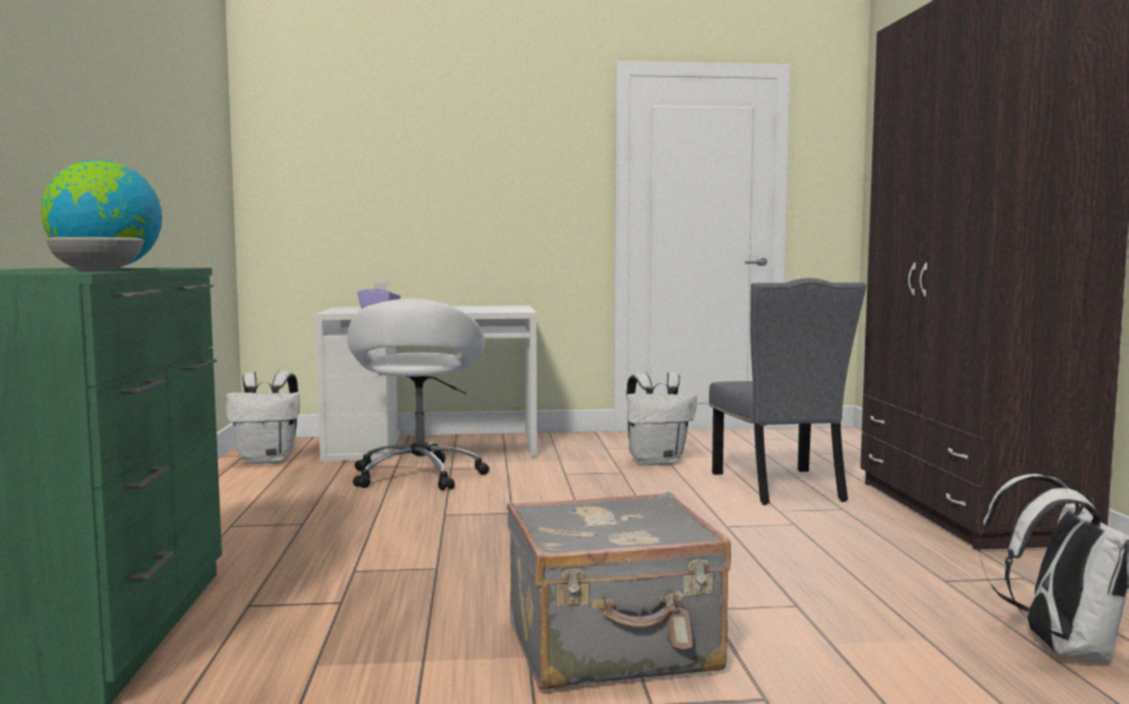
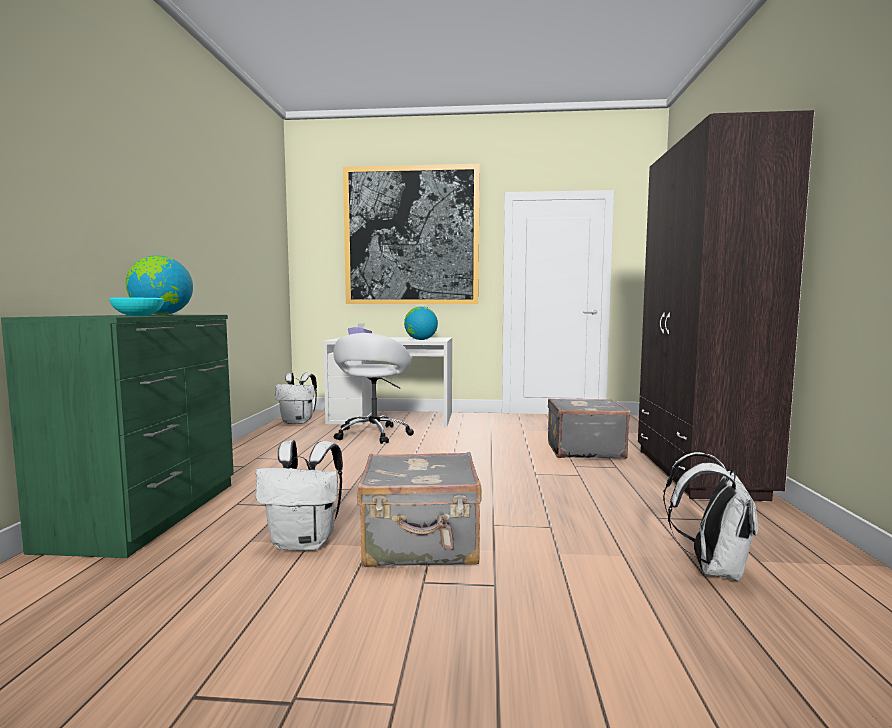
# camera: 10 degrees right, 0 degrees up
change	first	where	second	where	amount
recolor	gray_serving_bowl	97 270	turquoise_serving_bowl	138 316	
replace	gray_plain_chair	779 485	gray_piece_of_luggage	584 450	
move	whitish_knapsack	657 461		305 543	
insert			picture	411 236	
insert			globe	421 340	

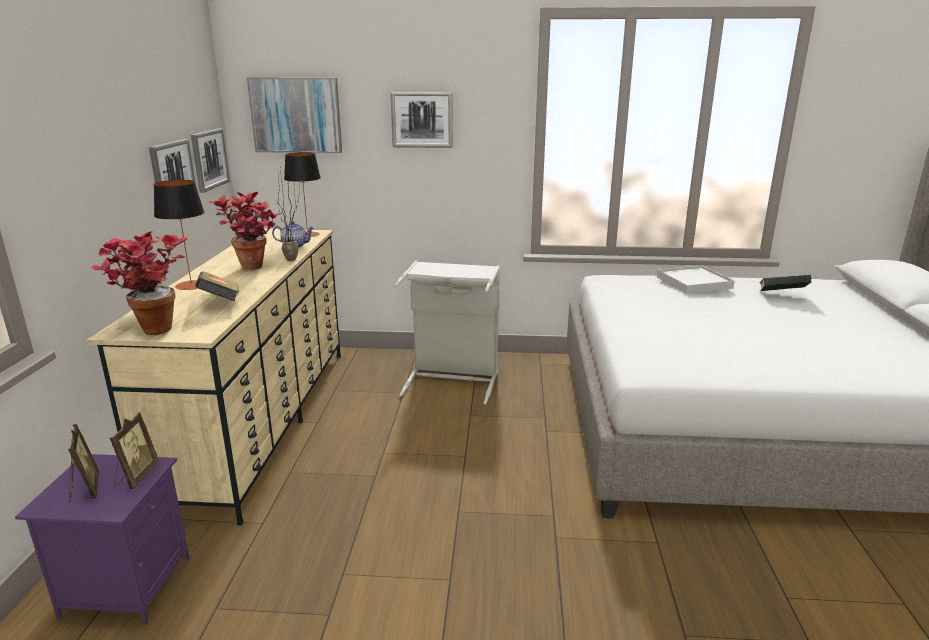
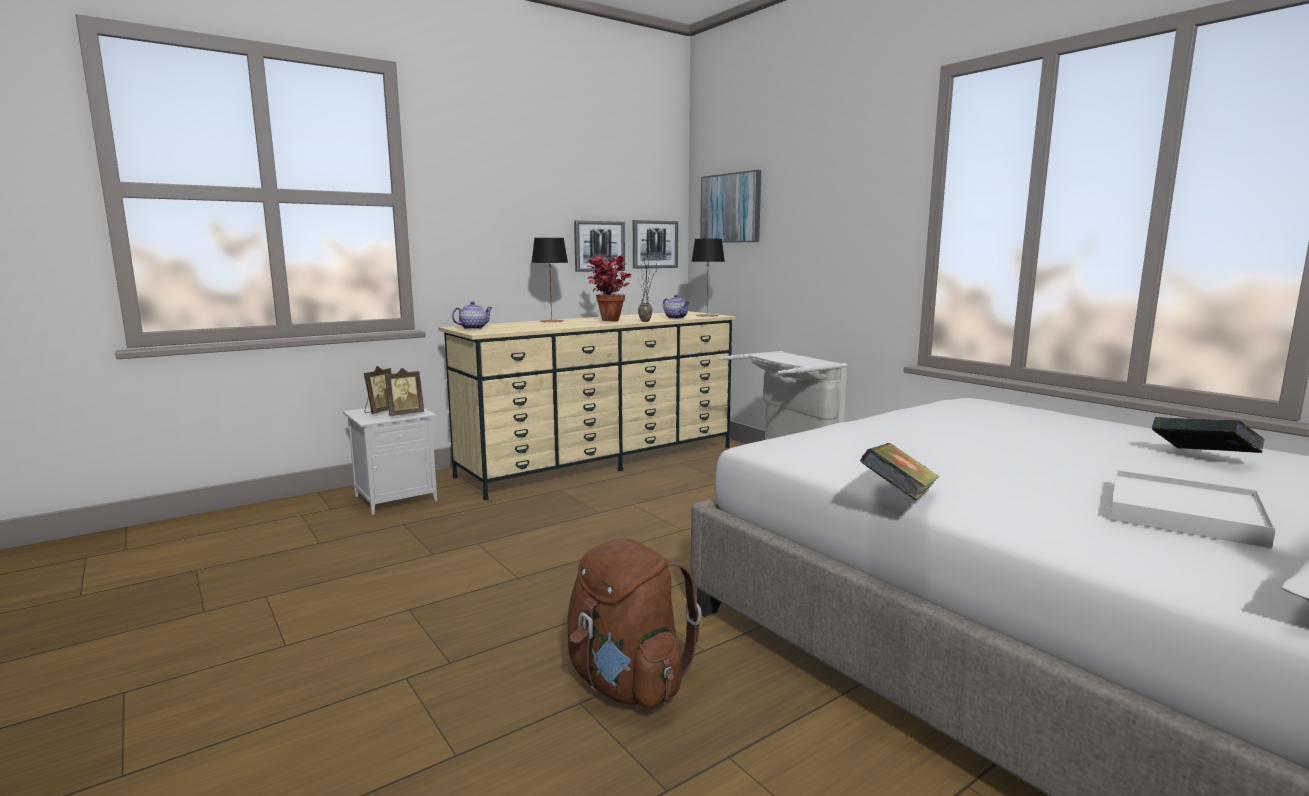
# camera: 50 degrees right, 10 degrees down
change	first	where	second	where	amount
delete	picture	422 120			
replace	plant_in_a_pot	152 328	tea_pot	473 328	
move	whitish_serving_tray	694 282		1184 514	
move	book	220 303		899 498	
recolor	purple_nightstand	126 585	gray_nightstand	397 498	
insert			brown-coloured_knapsack	626 683	

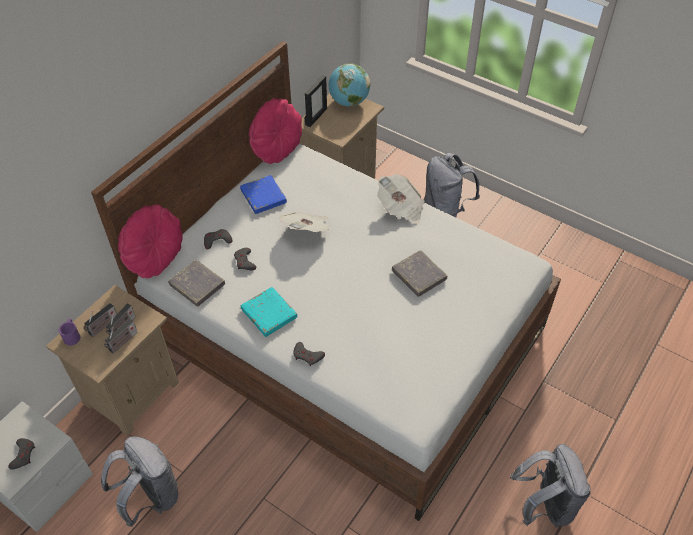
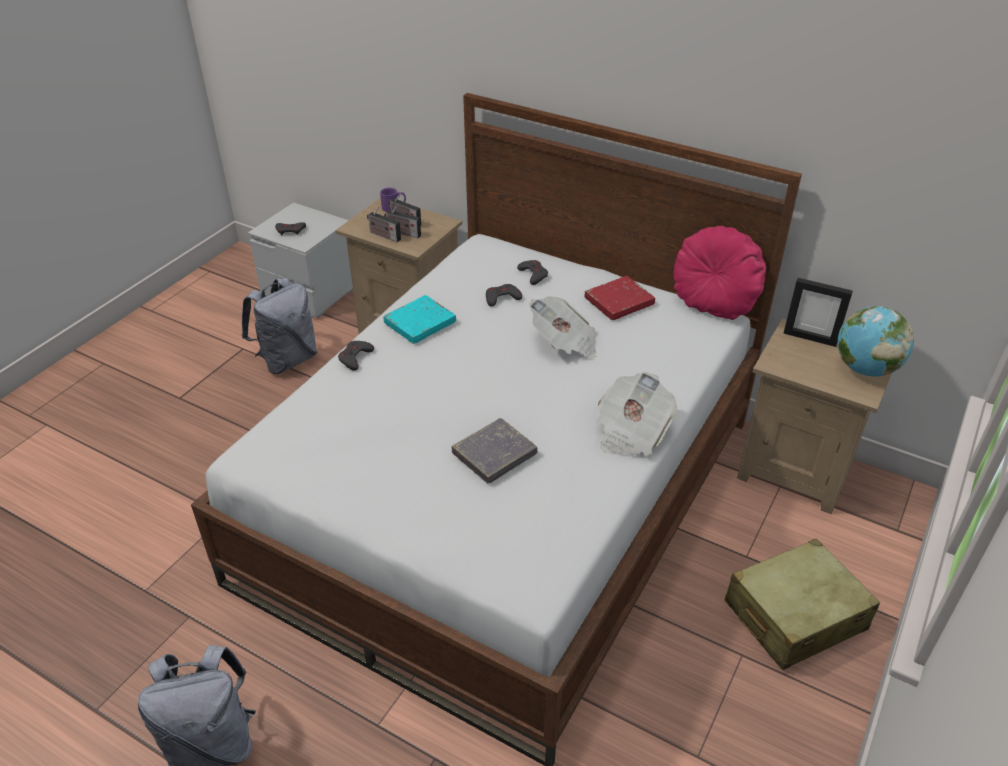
# camera: 85 degrees right, 10 degrees down
change	first	where	second	where	amount
replace	gray_knapsack	446 209	sand-coloured_piece_of_luggage	794 616	
recolor	blue_book	263 197	reddish_book	619 302	
delete	pink-coloured_pillow	156 261			
delete	gray_book	197 285			

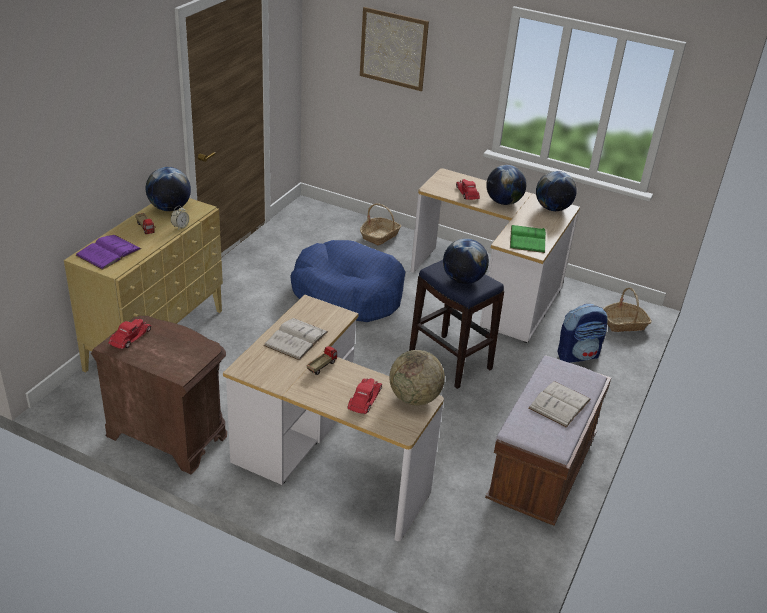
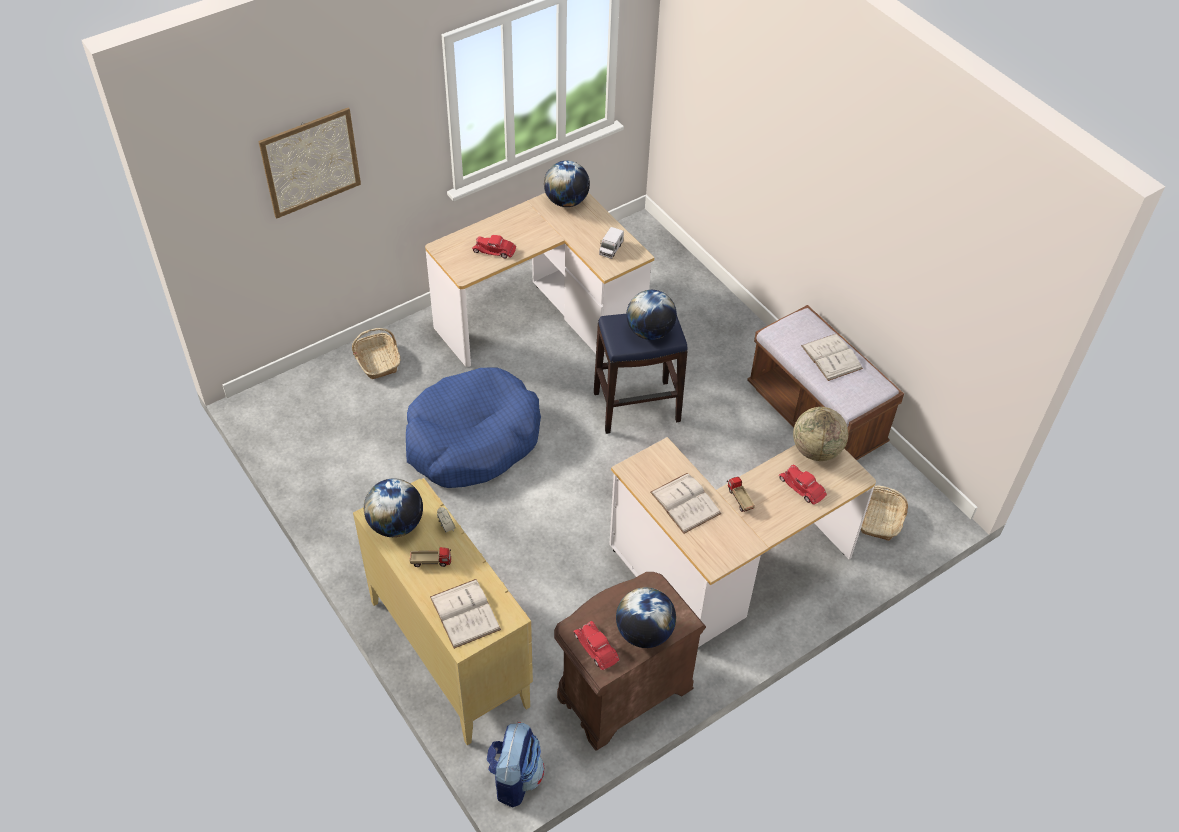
# camera: 60 degrees left, 15 degrees up
change	first	where	second	where	amount
move	globe	503 202		644 632	
replace	green-coloured_book	527 239	model_truck	610 248	
recolor	purple_book	108 252	whitish_book	465 613	
move	household_basket	624 324		879 519	
move	knapsack	578 355		514 777	

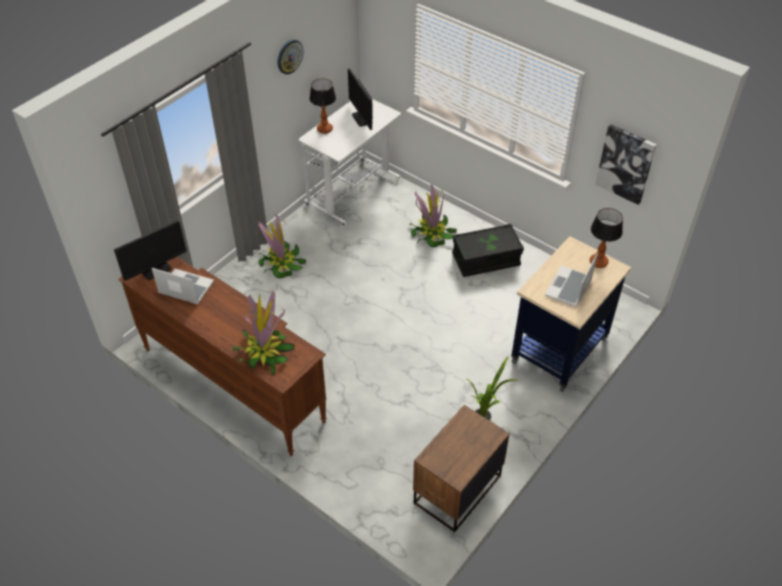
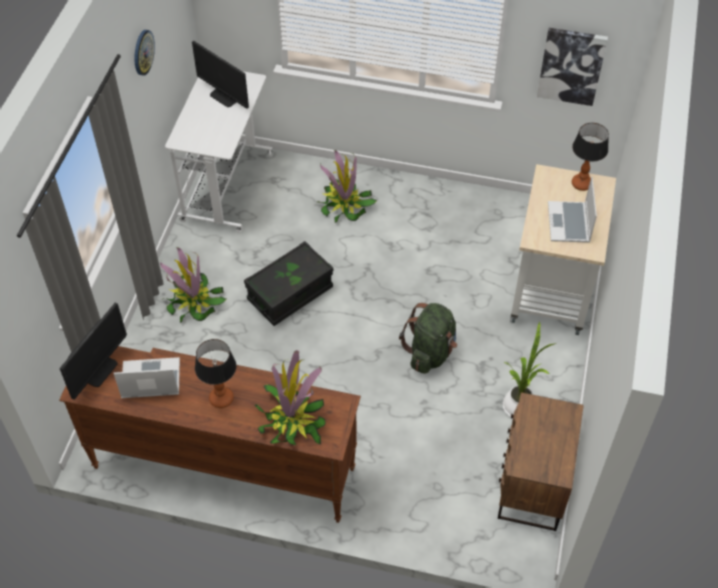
# camera: 25 degrees left, 5 degrees up
change	first	where	second	where	amount
move	tabletop_lamp	324 129		221 398	
move	black-coloured_storage_container	486 260		290 294	
recolor	blue_trolley	559 352	whitish_trolley	551 292	
insert			green-coloured_knapsack	430 352	

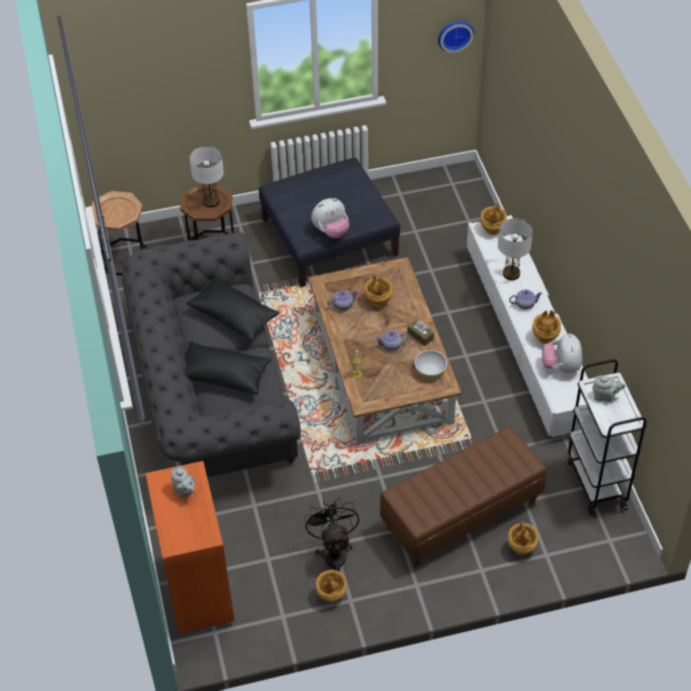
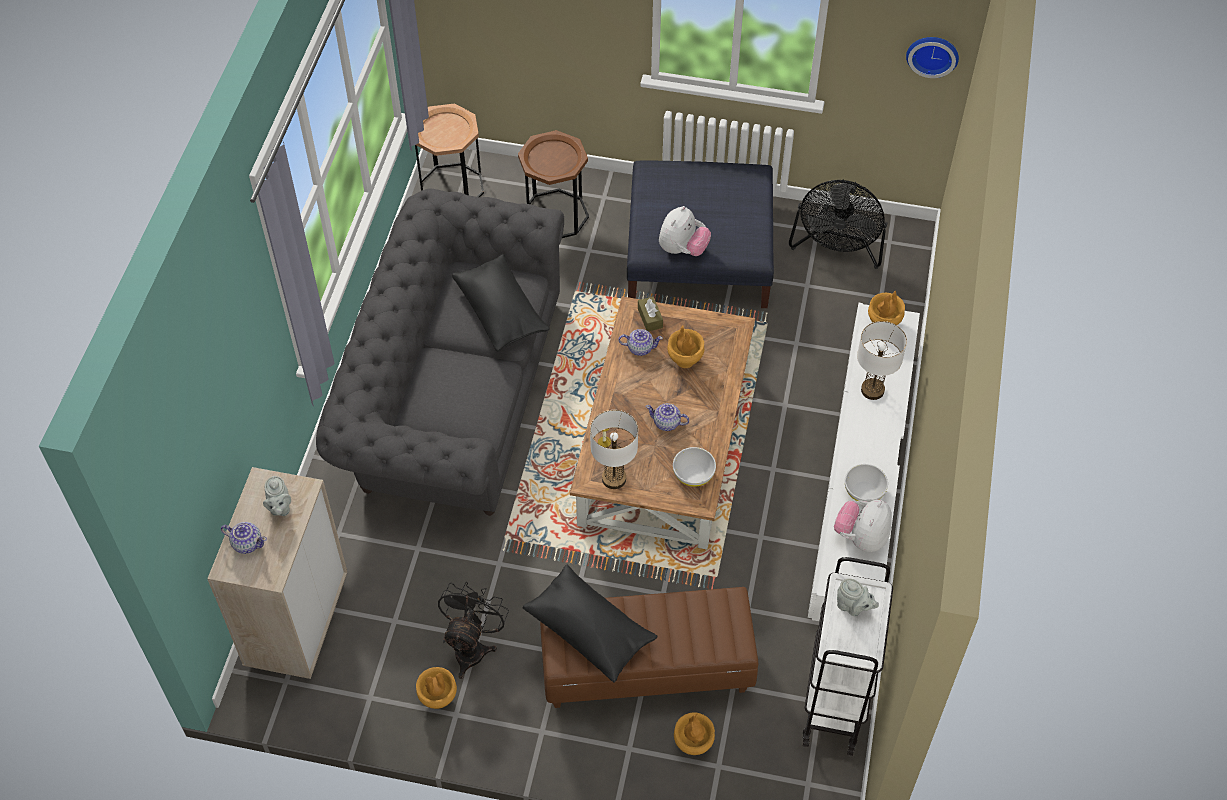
# camera: 25 degrees right, 5 degrees up
change	first	where	second	where	amount
move	tabletop_lamp	211 201		614 478	
rotate	cuddly_toy	331 231		682 249	60 degrees counterclockwise
move	tea_pot	524 304		247 543	
replace	brown-coloured_flower_vase	545 338	whitish_serving_bowl	864 491	
move	brown-coloured_tissue_holder	420 336		650 318	
move	black-coloured_pillow	223 376		589 630	
recolor	orange-coloured_storage_cabinet	197 589	sand-coloured_storage_cabinet	297 621	
insert			black-coloured_cooling_fan	834 244	

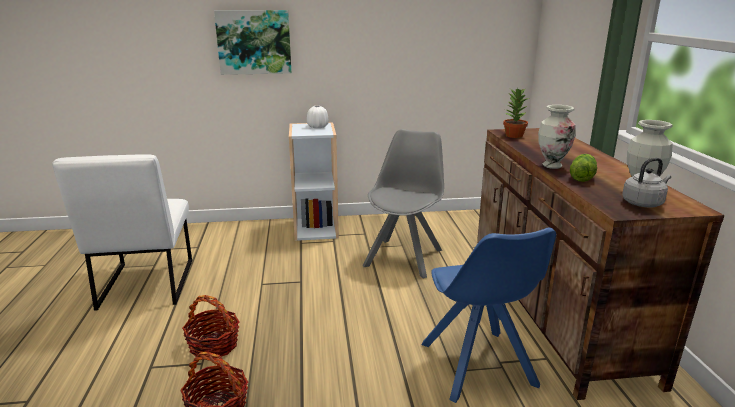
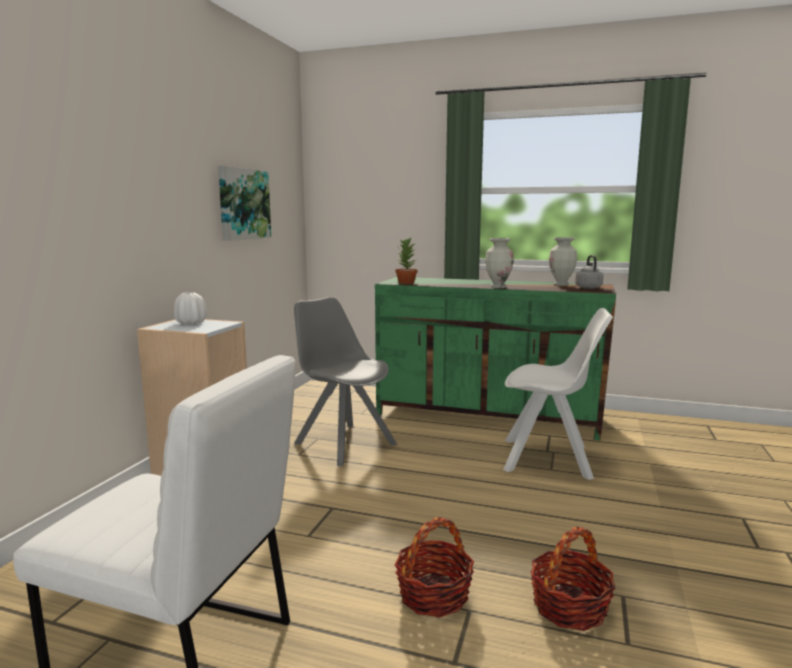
# camera: 65 degrees left, 10 degrees down
change	first	where	second	where	amount
move	picture	254 42		243 204	
recolor	brown-coloured_storage_cabinet	552 310	green-coloured_storage_cabinet	488 416	
delete	lettuce_head	582 177			
recolor	blue_plain_chair	478 366	whitish_plain_chair	549 459	

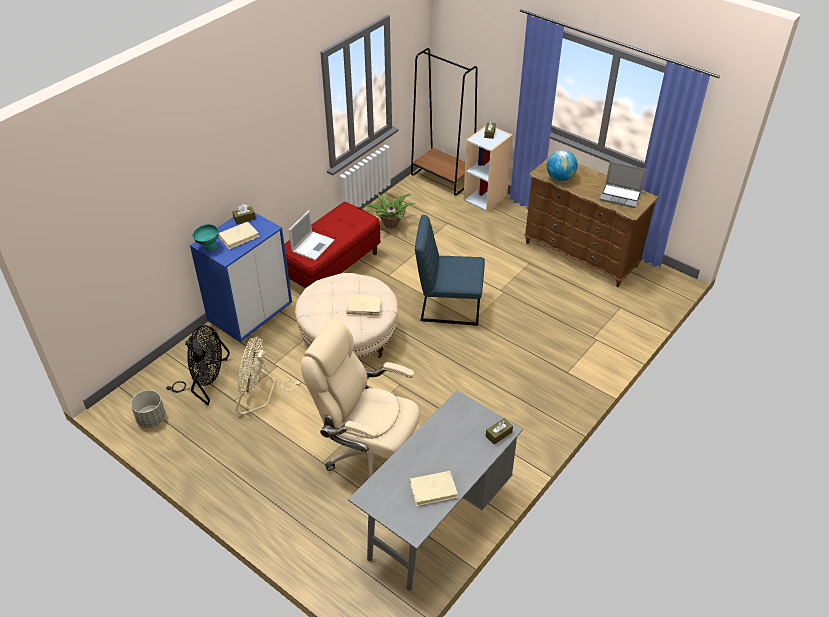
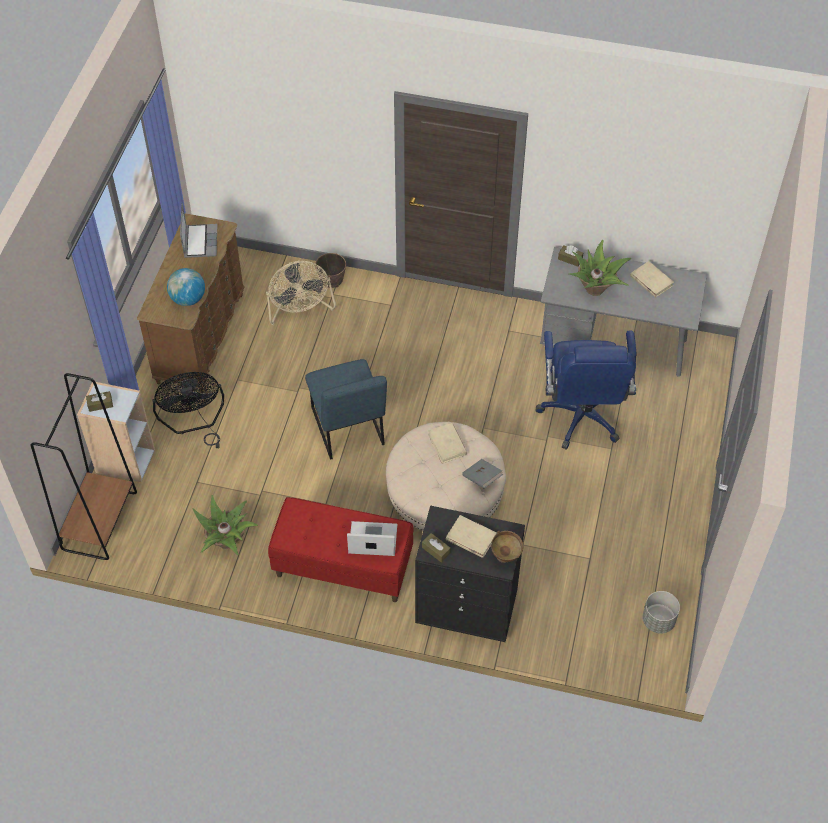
# camera: 115 degrees left, 10 degrees up
change	first	where	second	where	amount
recolor	blue_storage_cabinet	251 315	black-coloured_storage_cabinet	465 610	
recolor	turquoise_serving_bowl	208 248	brown-coloured_serving_bowl	506 558	
recolor	sand-coloured_office_chair	368 455	blue_office_chair	581 418	
move	black-coloured_cooling_fan	204 382		196 422	
move	sand-coloured_cooling_fan	263 391		297 308	
insert			plant_in_a_pot	595 288	
insert			planter	331 283	
insert			gray_book	482 478	

